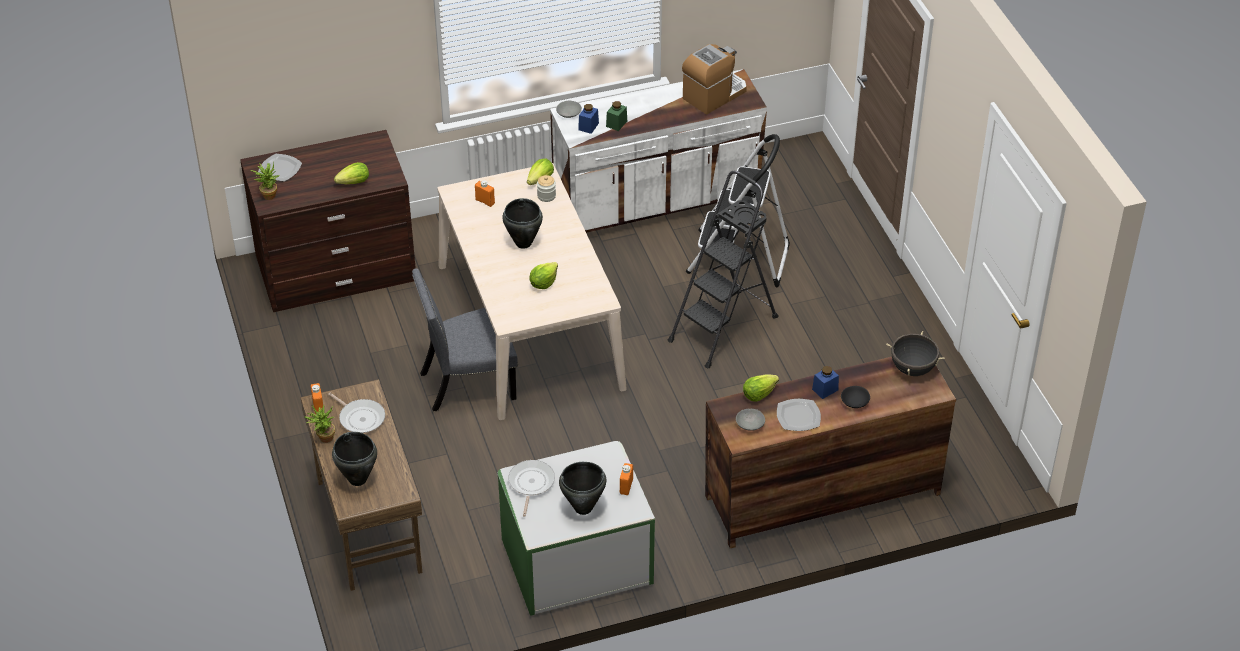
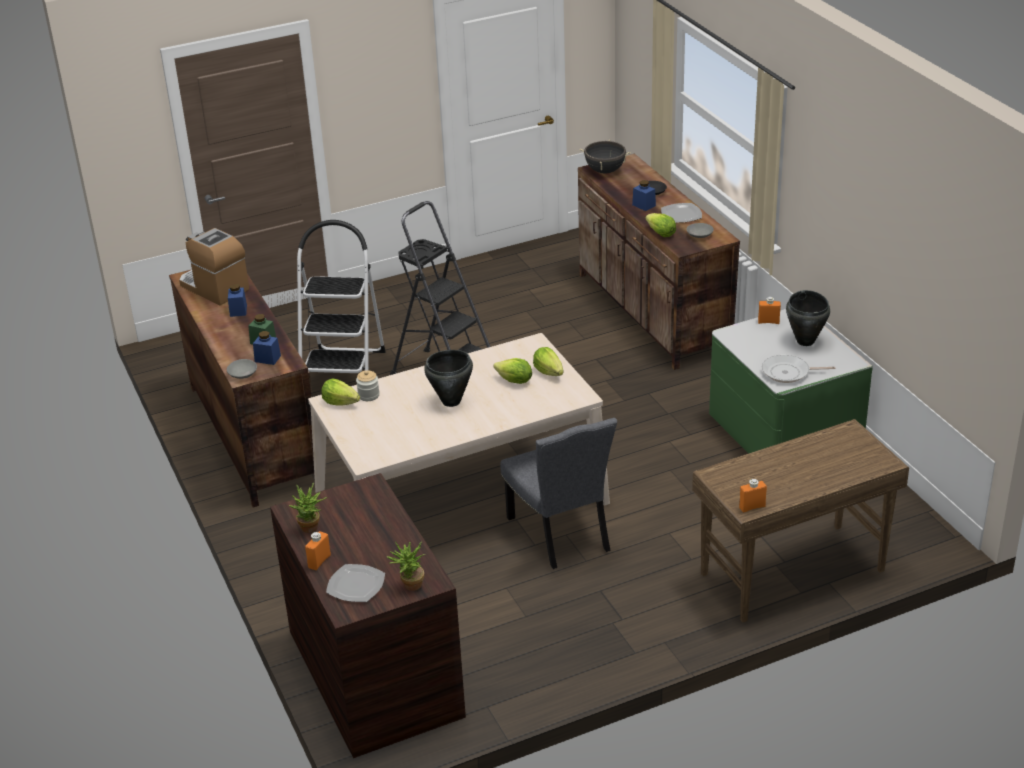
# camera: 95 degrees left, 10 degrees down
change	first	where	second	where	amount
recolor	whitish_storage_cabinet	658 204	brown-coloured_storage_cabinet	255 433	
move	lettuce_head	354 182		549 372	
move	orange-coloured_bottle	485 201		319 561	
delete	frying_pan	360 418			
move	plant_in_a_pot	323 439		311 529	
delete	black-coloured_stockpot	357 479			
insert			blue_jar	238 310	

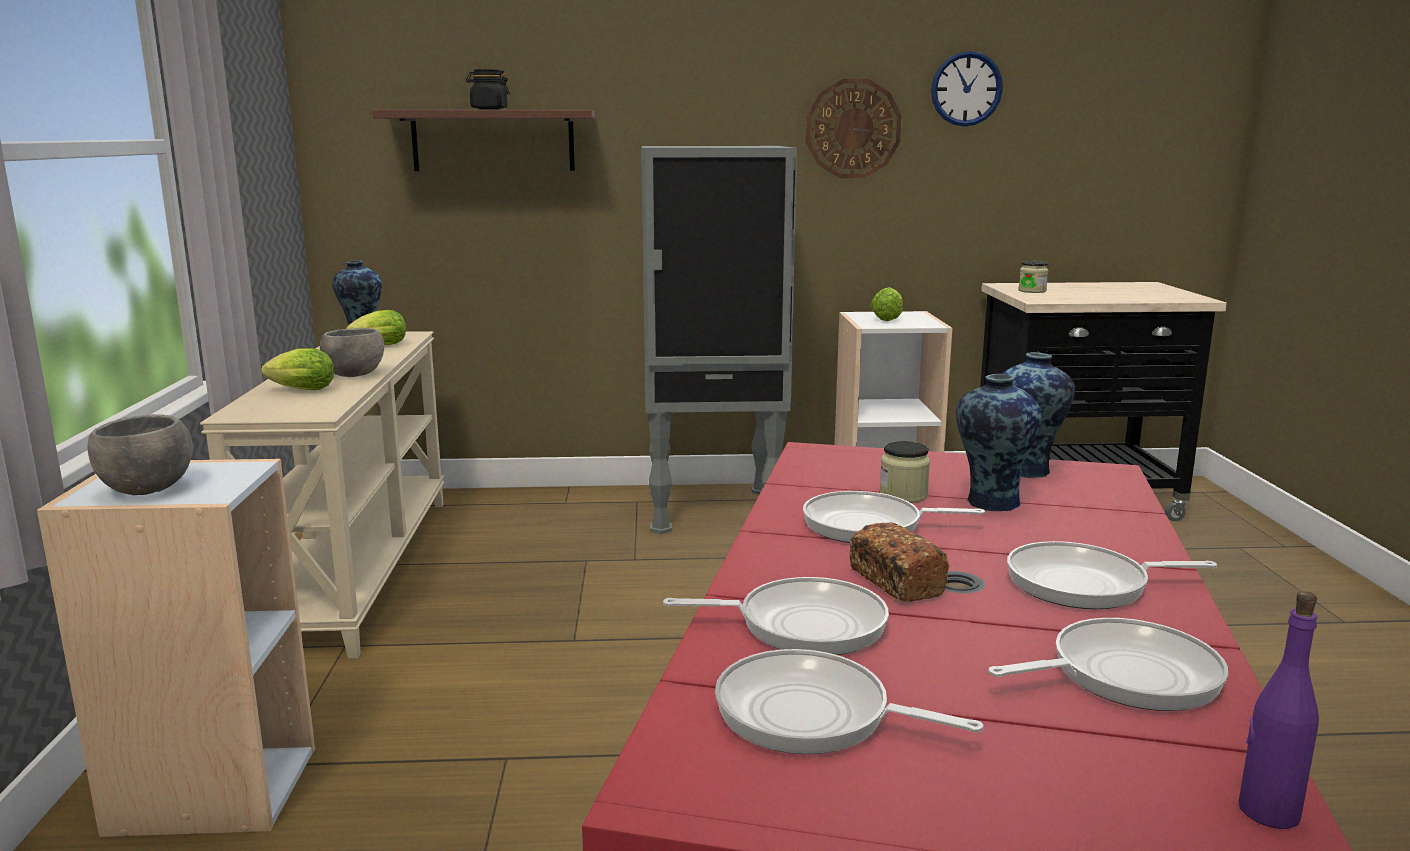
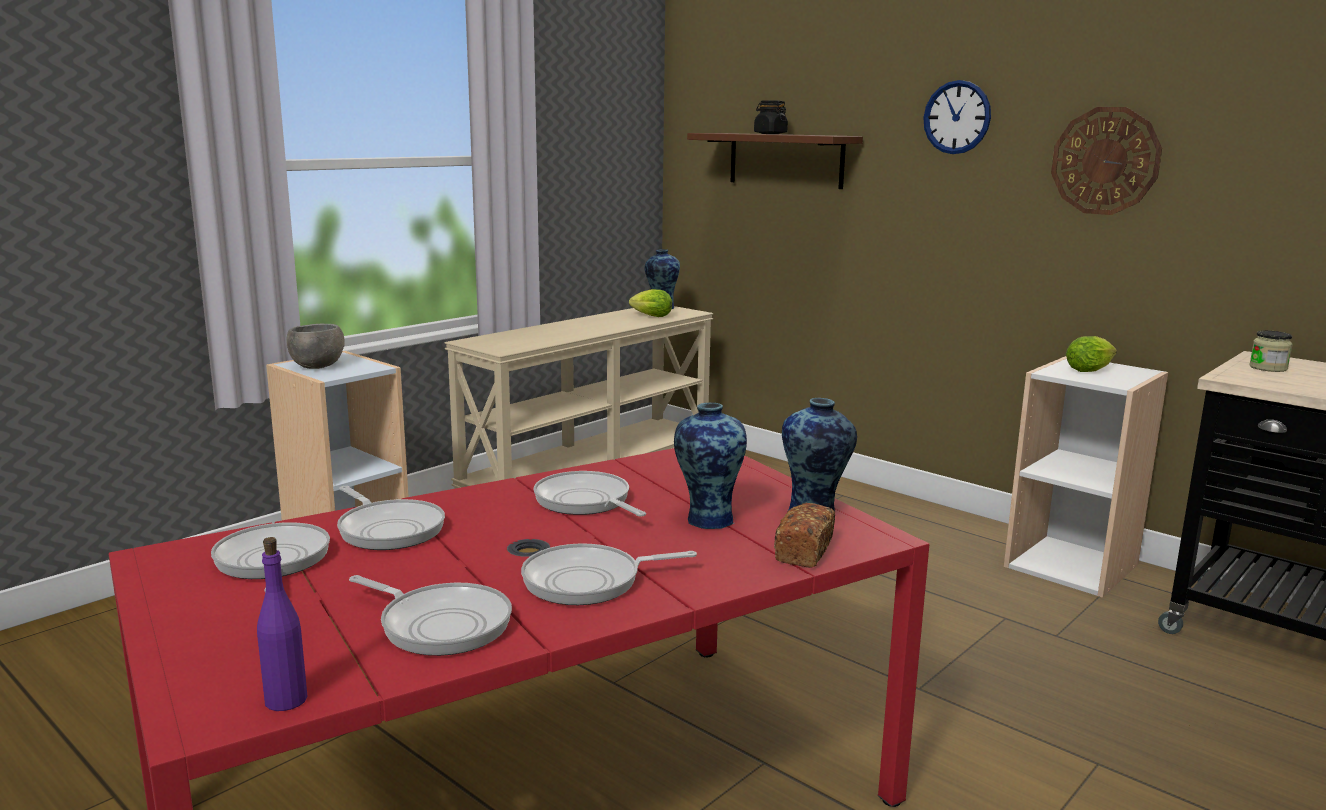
# camera: 45 degrees right, 0 degrees up
change	first	where	second	where	amount
move	wall_clock	966 89		957 117	
delete	gray_storage_cabinet	715 510			
delete	gray_serving_bowl	353 375			
delete	lettuce_head	299 390			
delete	jar	903 495			
move	bread	895 581		804 550	
rotate	frying_pan	1085 584		589 581	60 degrees counterclockwise

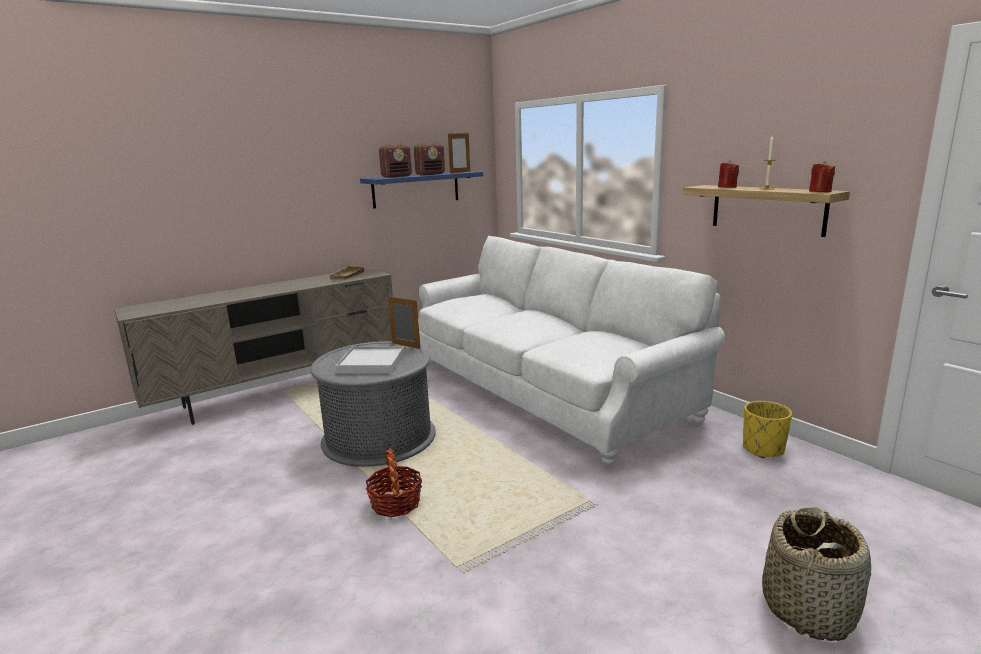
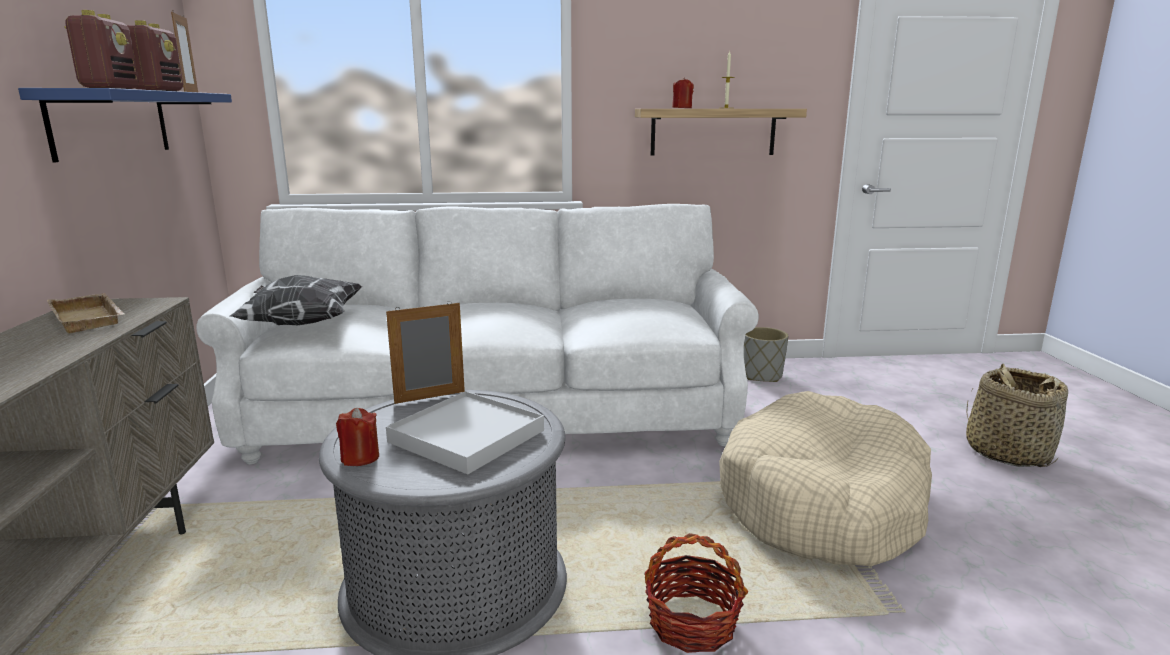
# camera: 60 degrees left, 0 degrees up
change	first	where	second	where	amount
move	reddish_candle	820 191		360 458	
recolor	yellow_planter	763 449	gray_planter	761 376	
insert			pillow	301 324	
insert			sand-coloured_dog_bed	823 503	

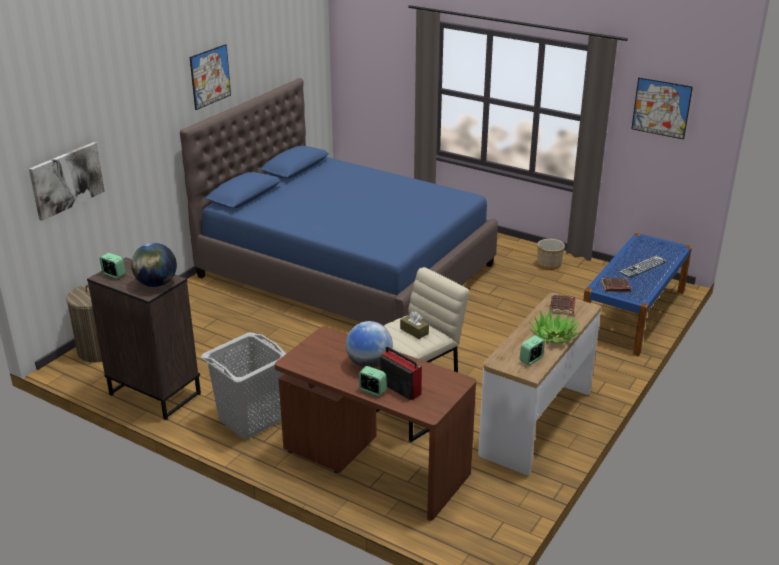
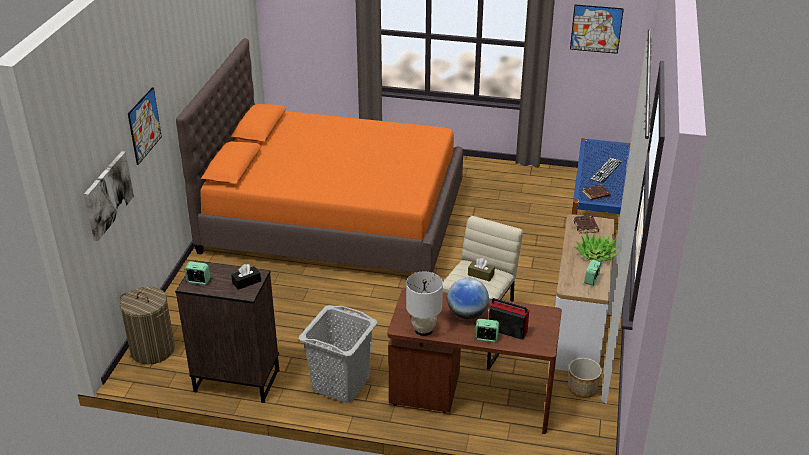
# camera: 20 degrees left, 5 degrees up
change	first	where	second	where	amount
move	picture	210 76		144 125	
recolor	blue_bed	346 270	orange-coloured_bed	334 218	
move	planter	549 264		582 388	
replace	globe	156 284	black-coloured_tissue_holder	246 282	
insert			whitish_tabletop_lamp	423 330	

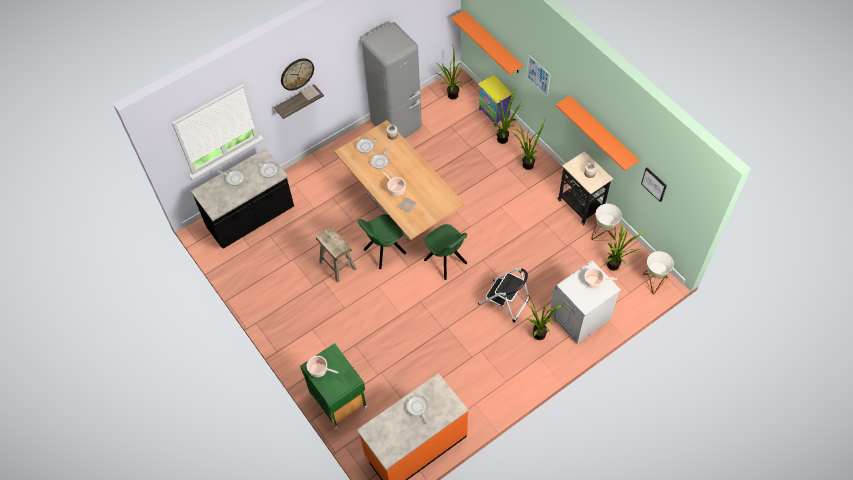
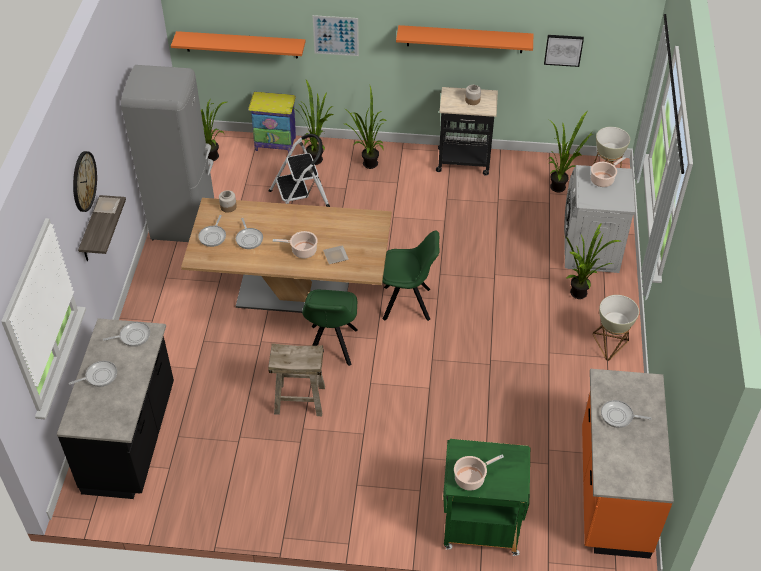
# camera: 50 degrees left, 10 degrees down
change	first	where	second	where	amount
move	planter	603 234		610 344	
move	stepladder	505 302		301 199	

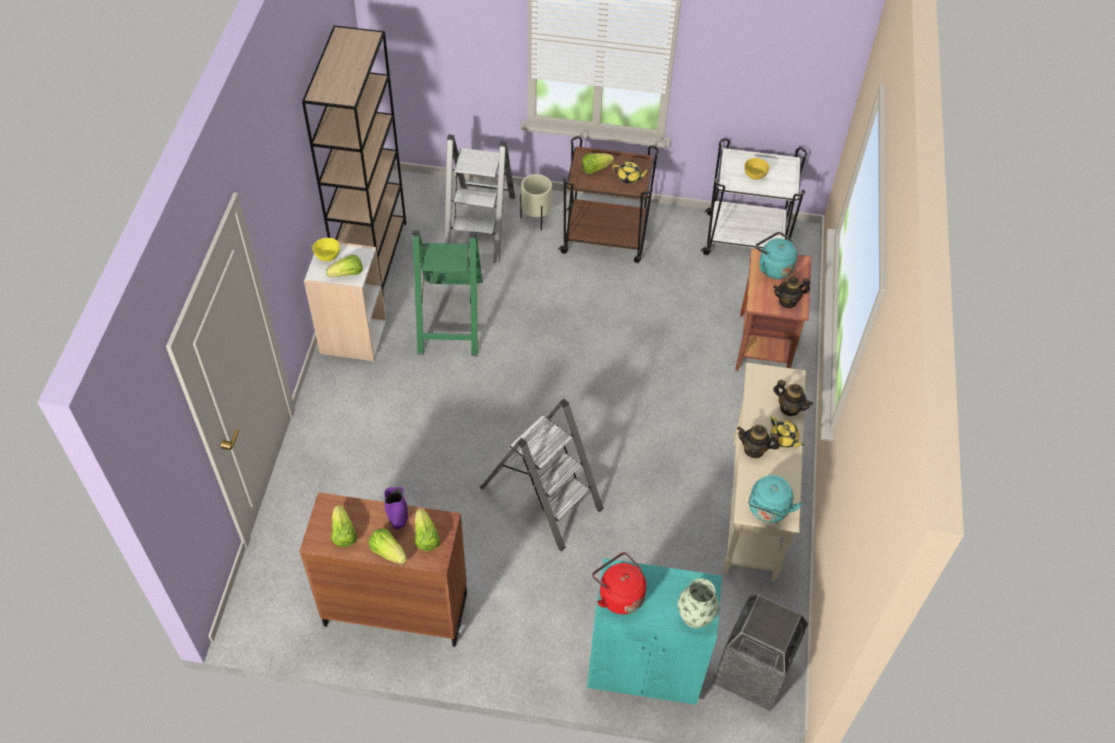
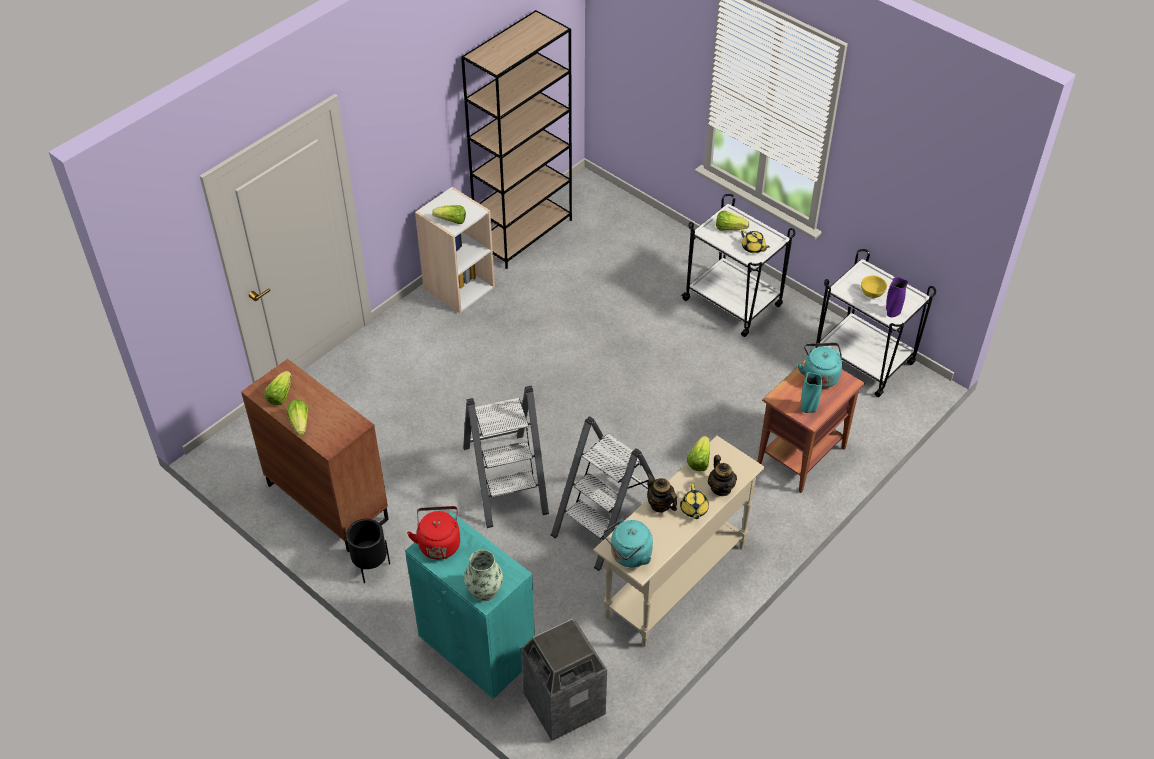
# camera: 35 degrees right, 5 degrees down
change	first	where	second	where	amount
move	gray_stepladder	480 224		611 519	
recolor	brown-coloured_trolley	605 237	whitish_trolley	733 303	
delete	sand-coloured_planter	536 219			
delete	green-coloured_stepladder	450 317			
delete	yellow_serving_bowl	327 257			
replace	tea_pot	788 301	turquoise_flower_vase	808 409	
move	purple_flower_vase	398 522		892 313	
move	lettuce_head	426 537		699 460	
insert			black-coloured_planter	371 567	

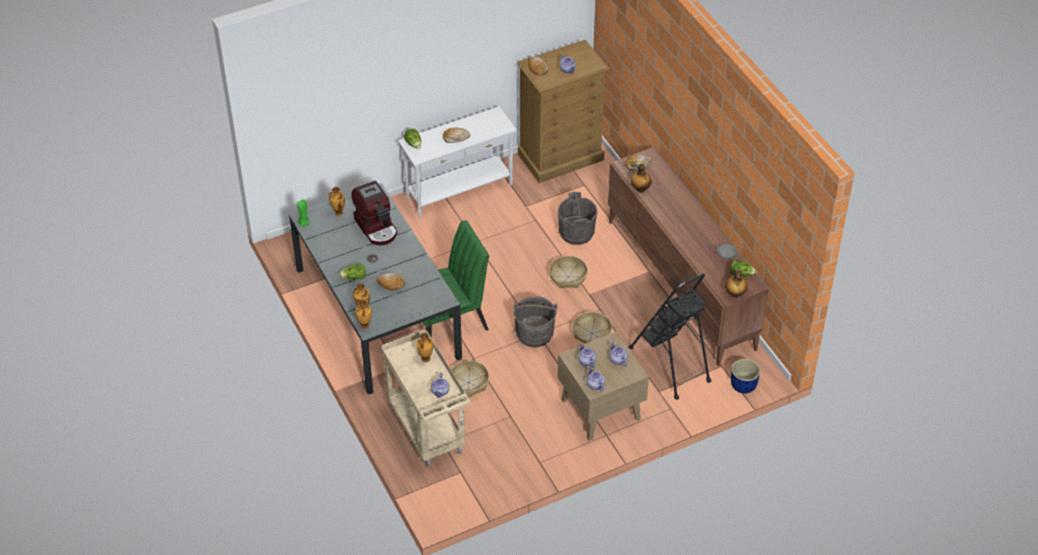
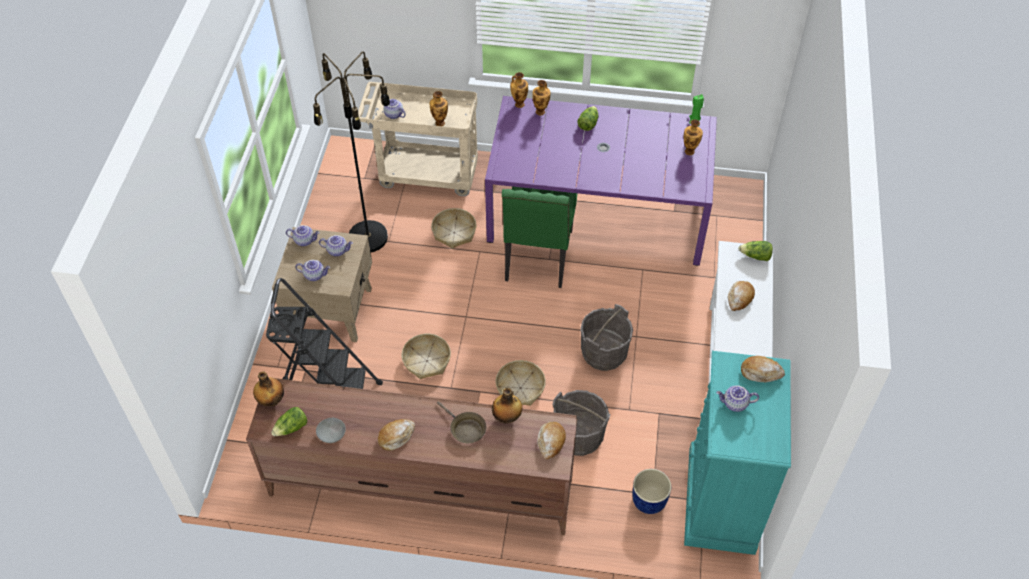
# camera: 125 degrees right, 5 degrees up
change	first	where	second	where	amount
recolor	brown-coloured_dresser	561 157	turquoise_dresser	721 501	
delete	coffee_brewer	377 227			
recolor	gray_dining_table	377 313	purple_dining_table	597 211	
move	bread	391 284		396 436	
move	gray_pail	534 334		604 353	
move	blue_planter	744 385		648 501	
insert			floor_lamp	369 238	
insert			brown-coloured_frying_pan	465 429	

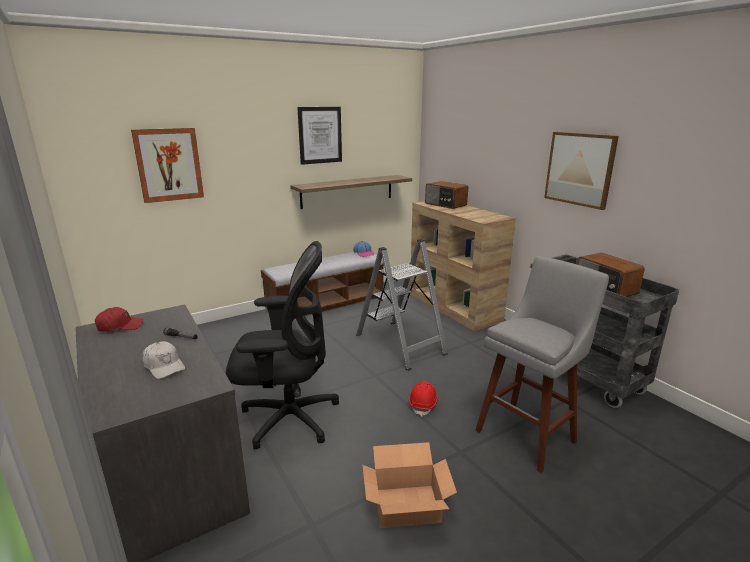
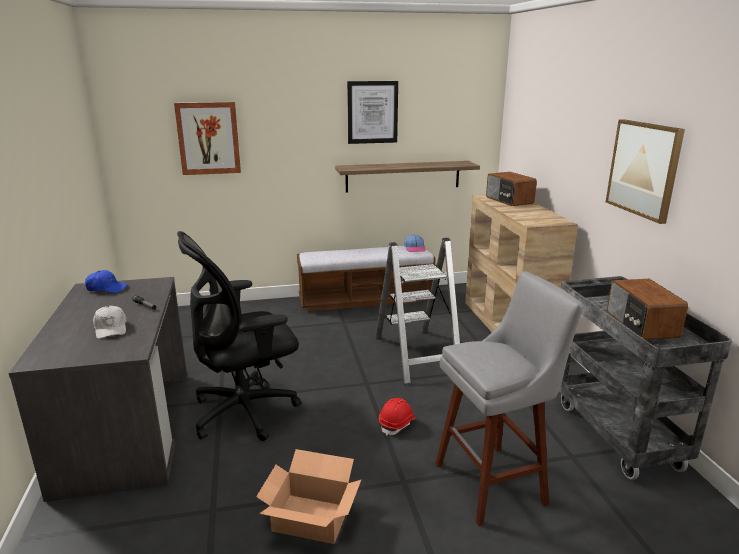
# camera: 20 degrees right, 0 degrees up
change	first	where	second	where	amount
rotate	black-coloured_office_chair	284 420		249 408	135 degrees clockwise
recolor	reddish_cap	120 326	blue_cap	107 288	

